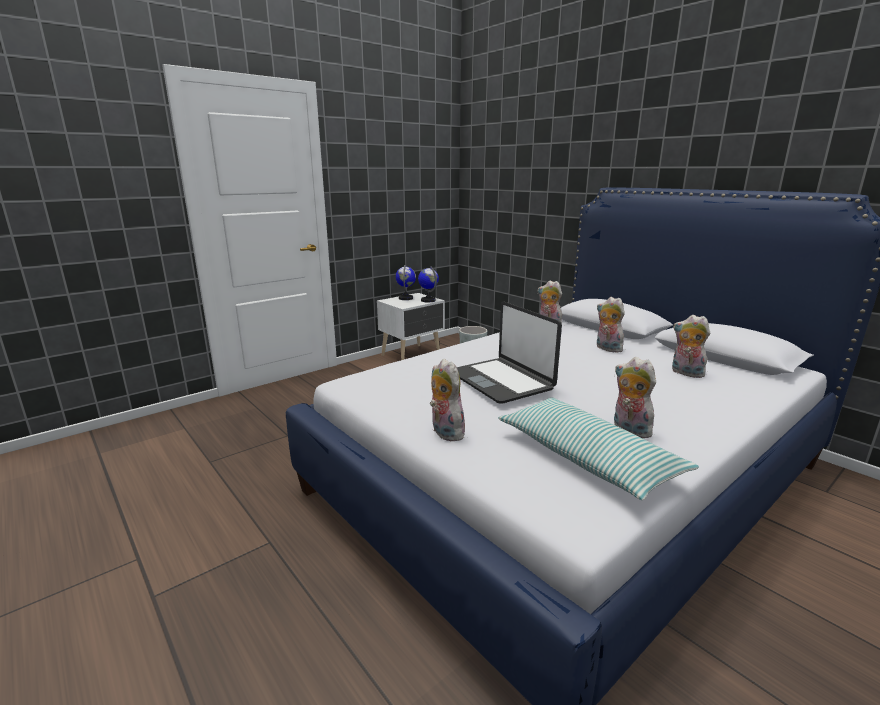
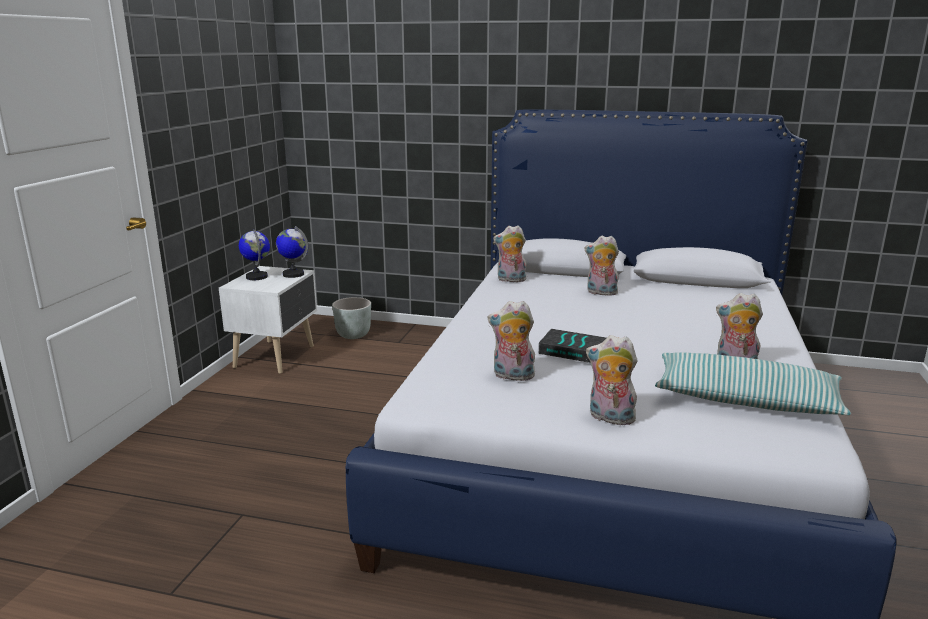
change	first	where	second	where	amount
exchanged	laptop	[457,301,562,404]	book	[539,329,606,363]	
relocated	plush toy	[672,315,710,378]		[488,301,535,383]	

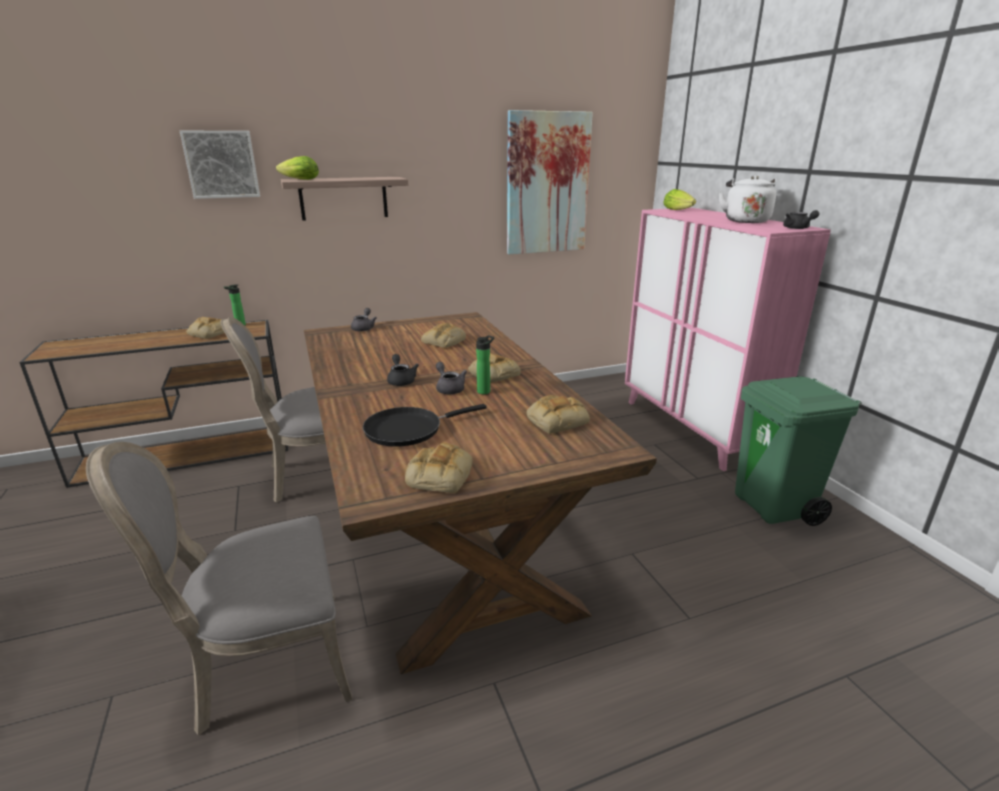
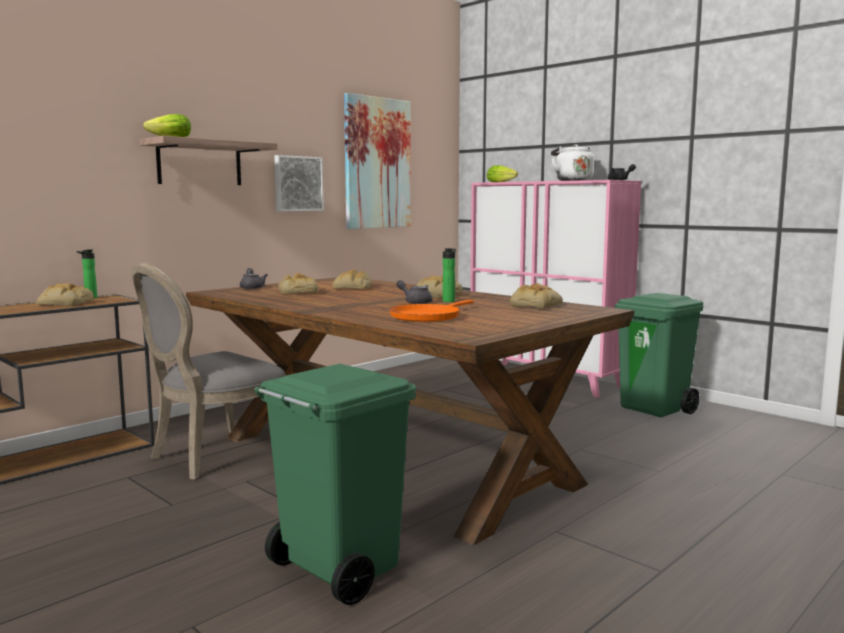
change	first	where	second	where	amount
exchanged	grey chair	[86,442,353,736]	green trash can	[255,364,416,605]	
relocated	picture	[180,131,260,199]		[274,155,324,211]	
colour	black frying pan	[363,404,487,447]	orange frying pan	[389,300,474,322]	
missing	black teapot	[387,354,419,386]			
relocated	bread	[405,443,473,493]		[278,273,319,295]	

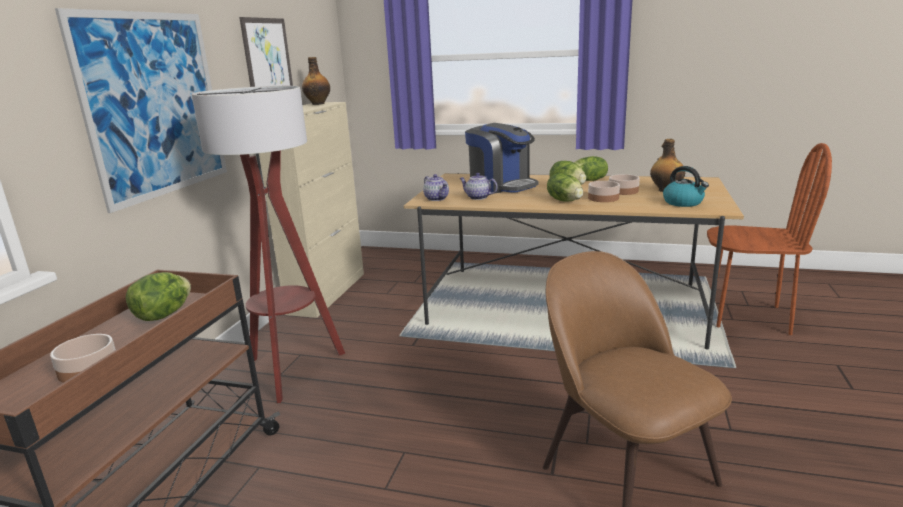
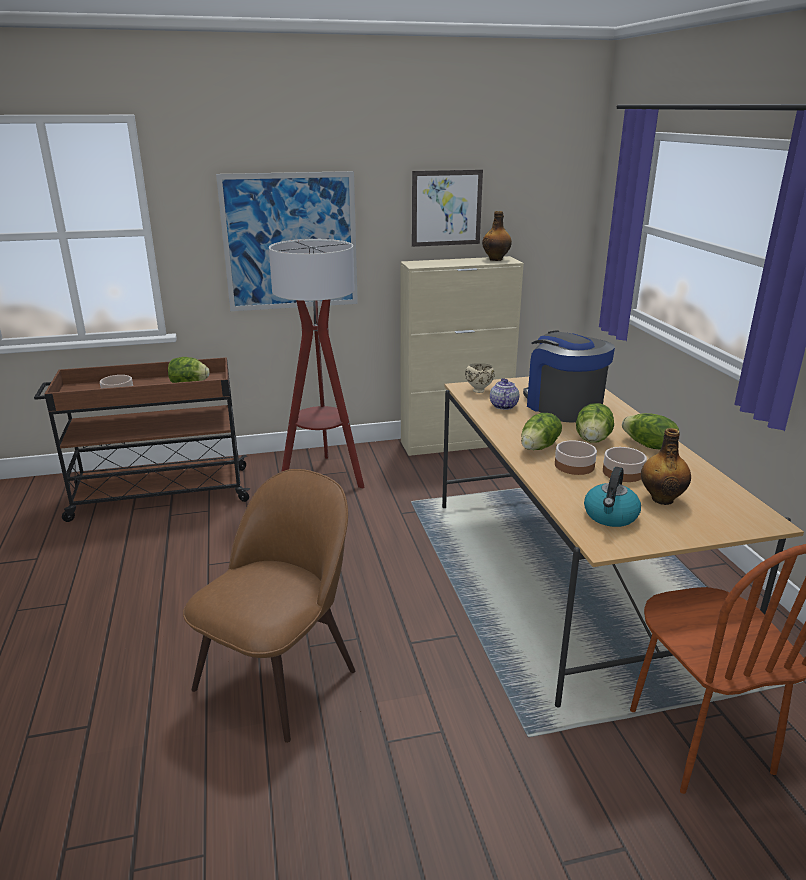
change	first	where	second	where	amount
exchanged	teapot	[423,174,449,201]	beige bowl	[465,363,495,393]	
spun	coffee machine	[465,123,539,193]		[523,330,615,422]	135 degrees clockwise

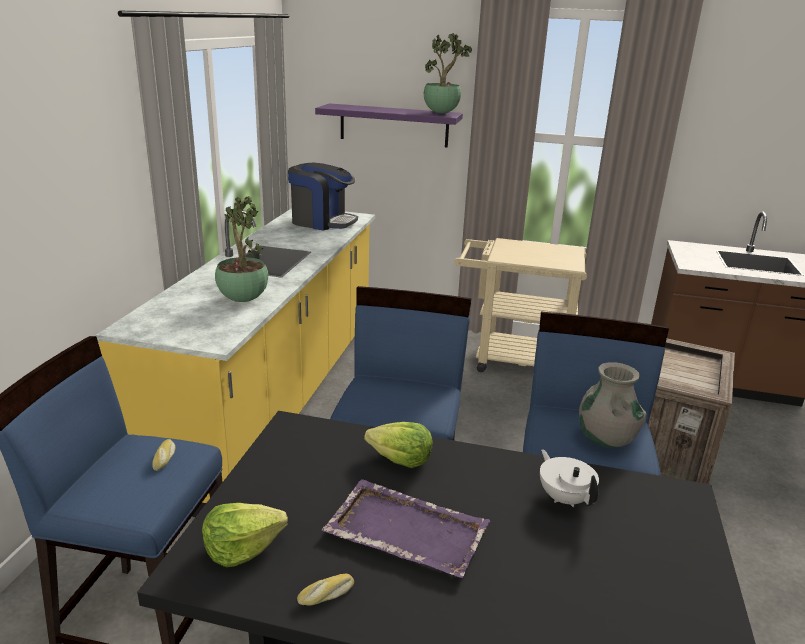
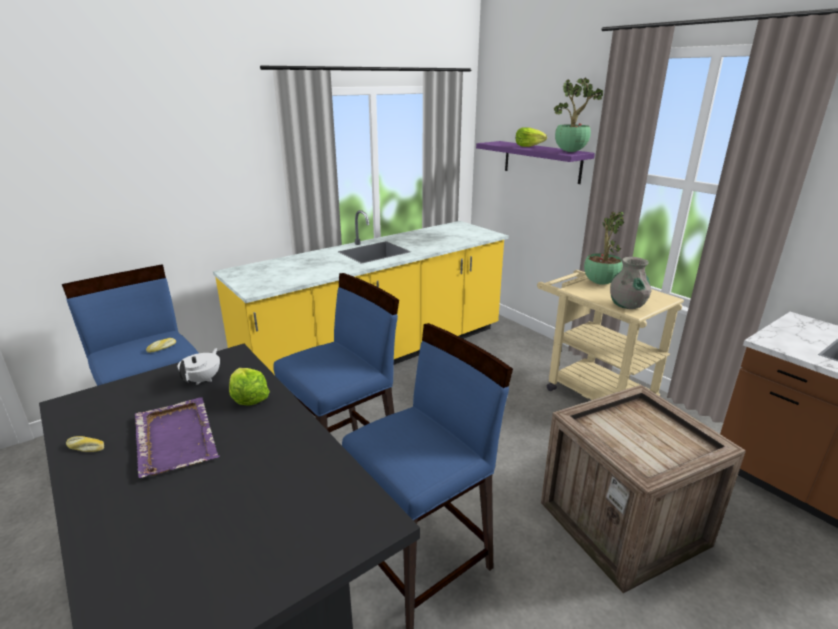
change	first	where	second	where	amount
relocated	lettuce	[202,503,288,567]		[516,127,547,147]	
relocated	potted plant	[215,196,268,302]		[584,211,624,285]	
missing	coffee machine	[288,162,358,231]			
relocated	white teapot	[540,449,599,507]		[178,348,220,385]	
relocated	grey vase	[579,362,647,448]		[610,257,652,309]	

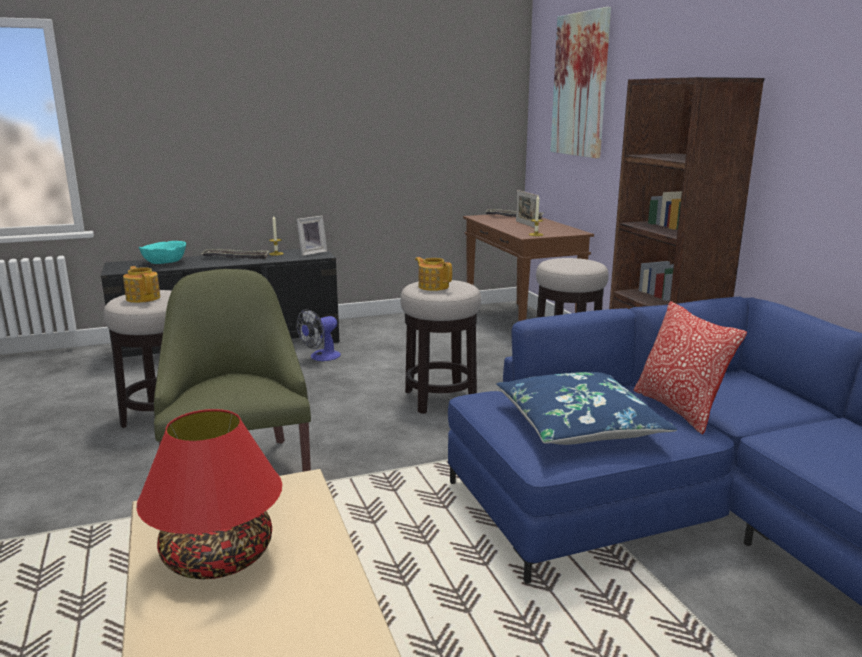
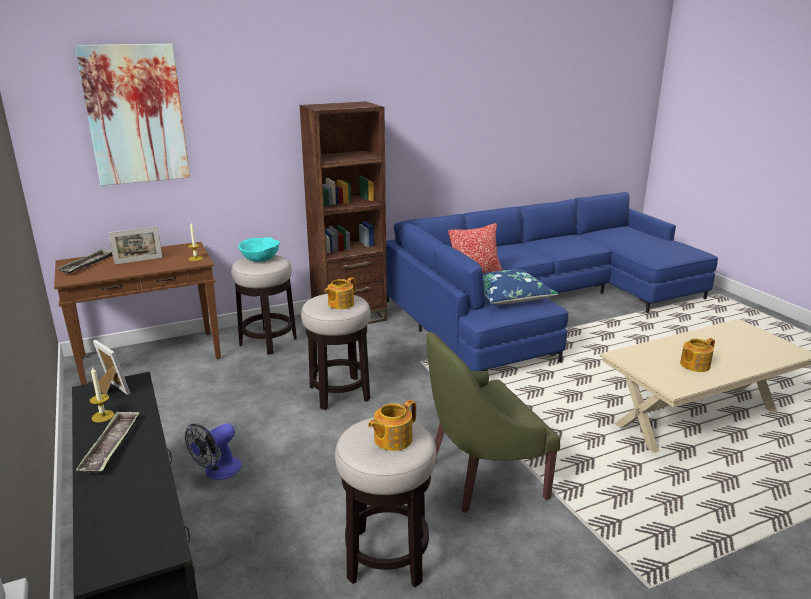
change	first	where	second	where	amount
exchanged	red table lamp	[136,409,282,579]	teapot	[680,338,715,372]	
relocated	turquoise bowl	[139,241,186,264]		[239,237,280,262]	
spun	fan	[296,309,341,361]		[185,423,241,480]	90 degrees clockwise

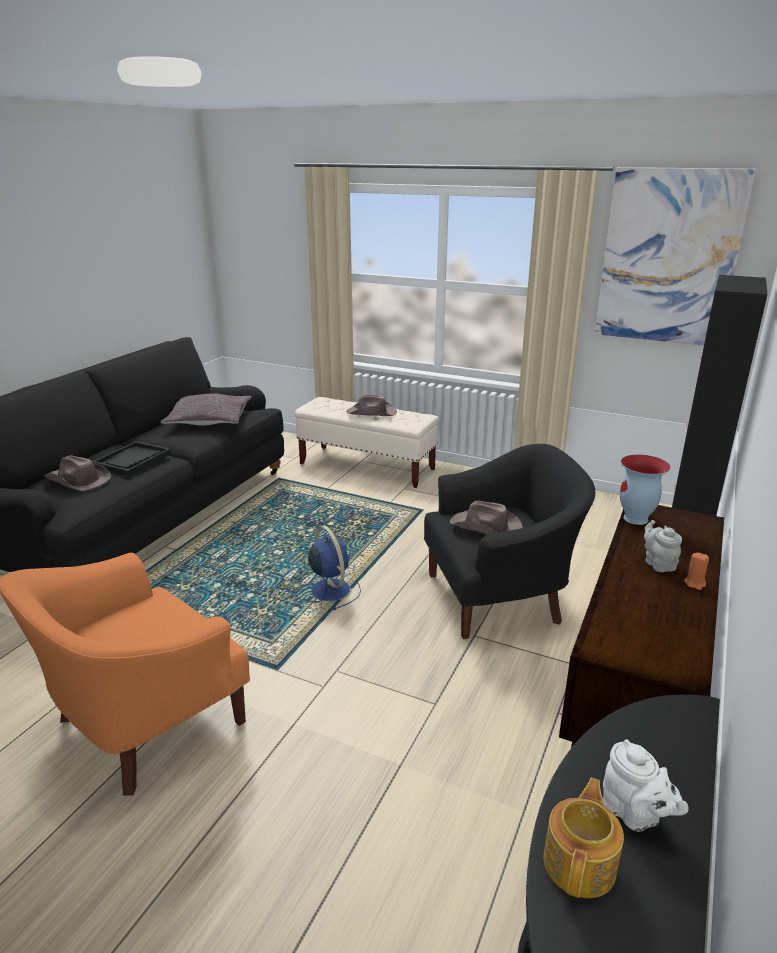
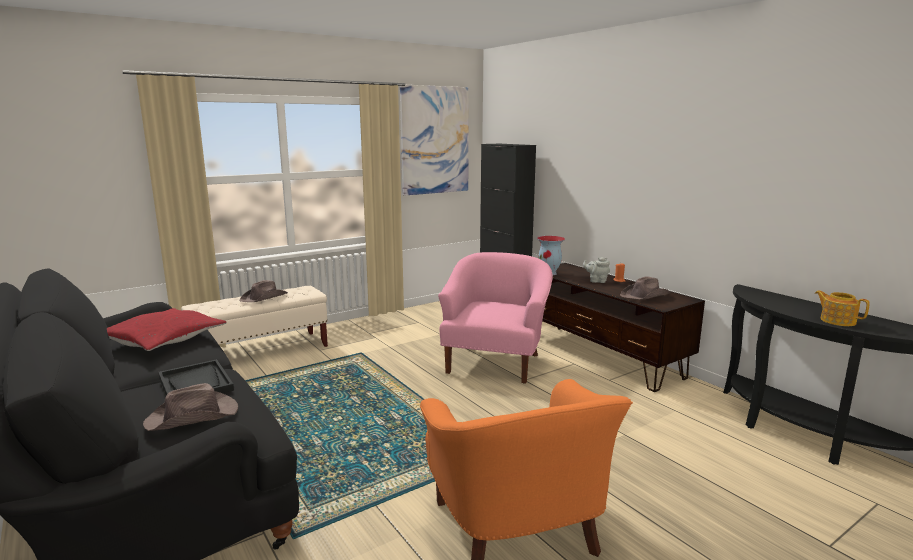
change	first	where	second	where	amount
colour	grey pillow	[161,393,251,426]	red pillow	[107,308,226,351]	
missing	blue fan	[303,526,361,610]			
colour	black armchair	[424,444,595,639]	pink armchair	[438,252,553,383]	
relocated	brown hat	[450,501,523,535]		[620,276,671,300]	
missing	white teapot	[603,739,688,832]			

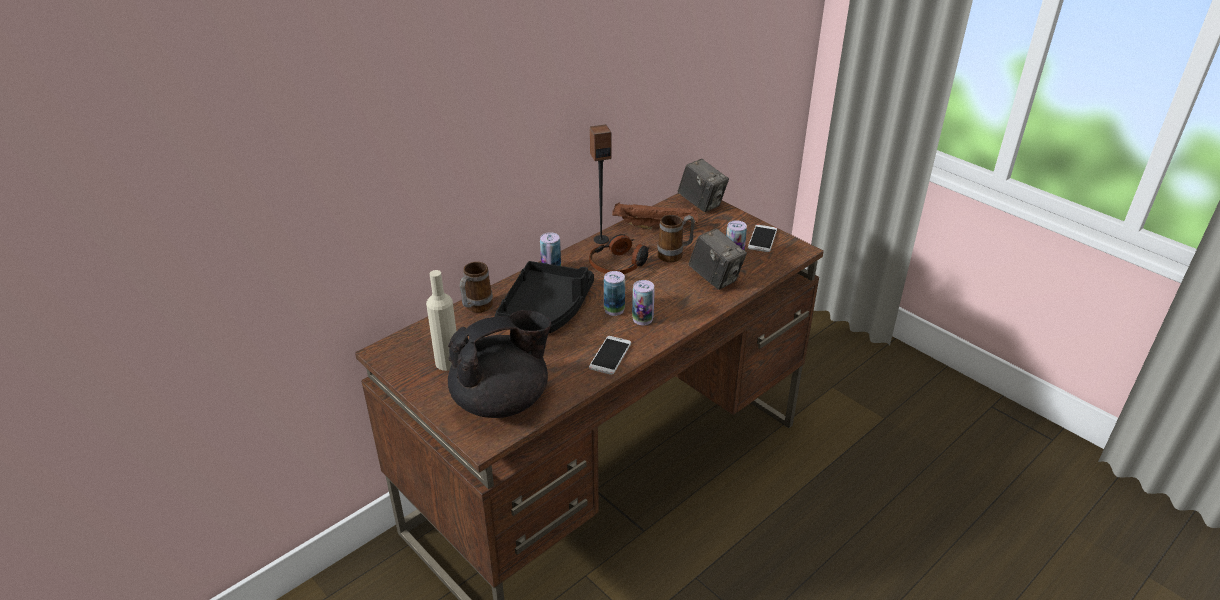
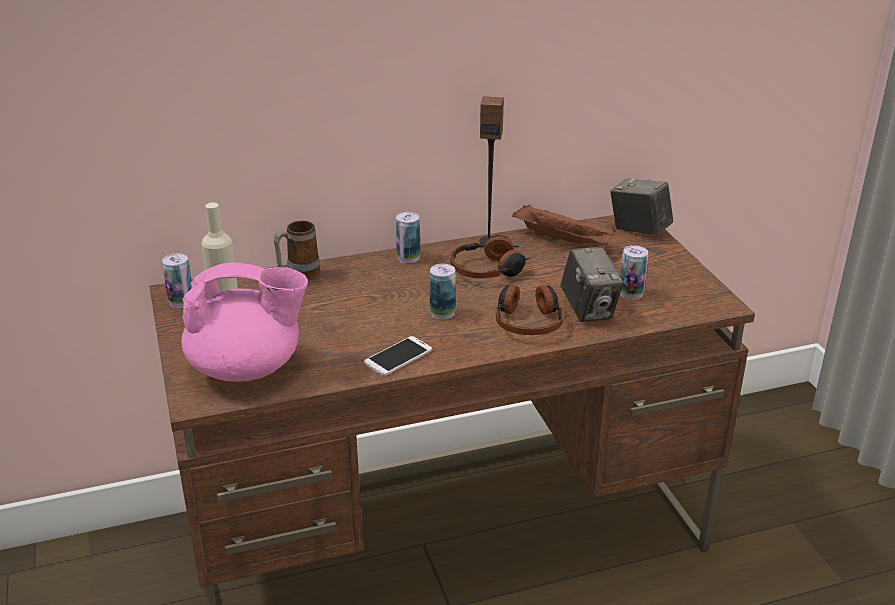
change	first	where	second	where	amount
colour	black teapot	[448,310,551,418]	pink teapot	[181,262,308,382]	
missing	black tray	[495,261,594,333]			
relocated	can	[632,280,655,325]		[162,253,192,308]	
missing	mug	[657,215,695,263]			
spun	photo camera	[678,159,729,212]		[610,178,673,235]	150 degrees clockwise
missing	phone	[748,225,777,252]			
appeared			headphones	[496,285,563,335]	

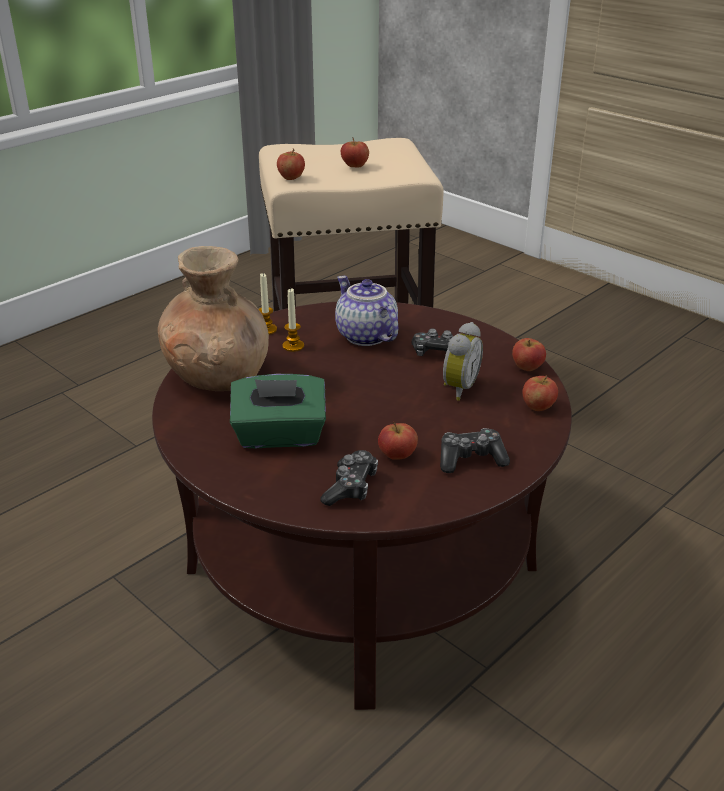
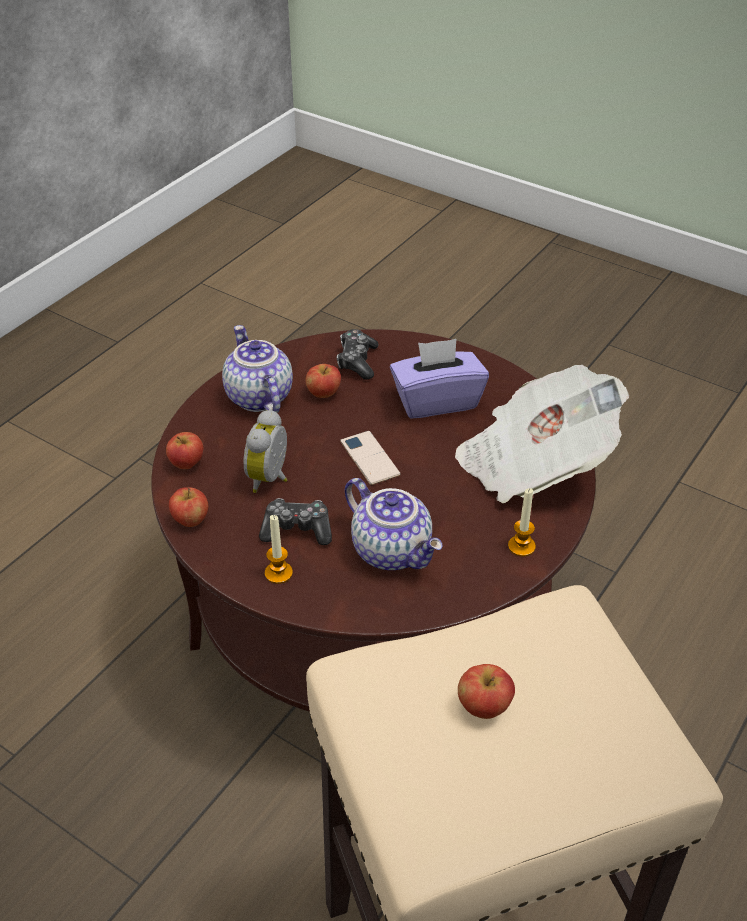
change	first	where	second	where	amount
exchanged	brown vase	[158,246,269,391]	newspaper	[455,365,629,503]	
colour	green tissue box	[230,374,326,448]	purple tissue box	[390,339,489,419]	
missing	apple	[277,149,305,180]			
relocated	candle	[283,288,304,352]		[265,515,293,584]	
exchanged	game controller	[440,428,510,473]	teapot	[222,325,293,413]	
appeared			phone	[340,431,401,485]	

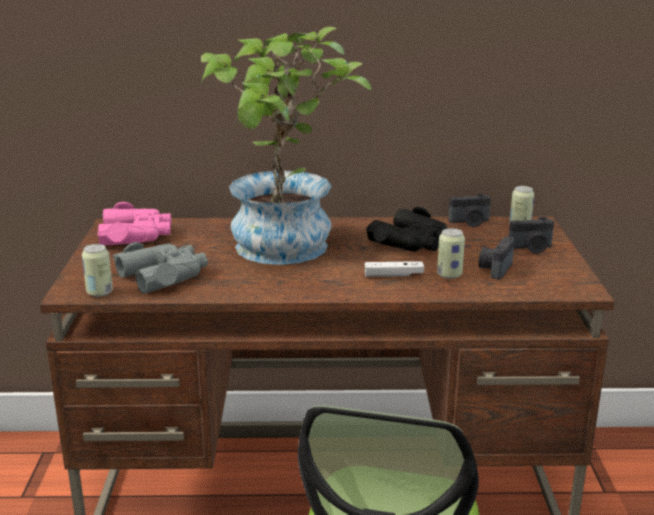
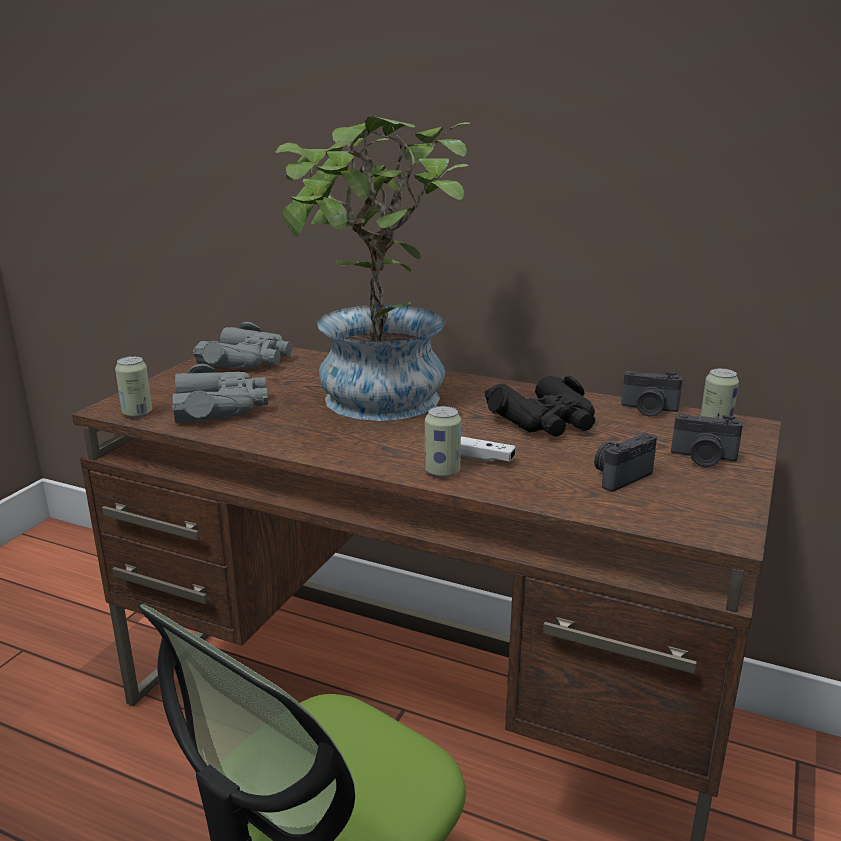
change	first	where	second	where	amount
colour	pink binoculars	[97,202,171,245]	grey binoculars	[193,322,293,369]	
relocated	can	[437,228,465,279]		[425,406,461,477]	

